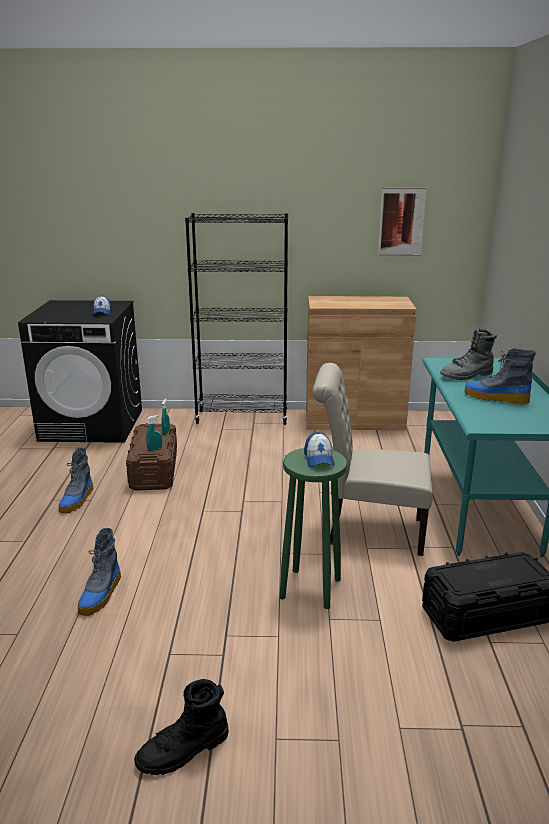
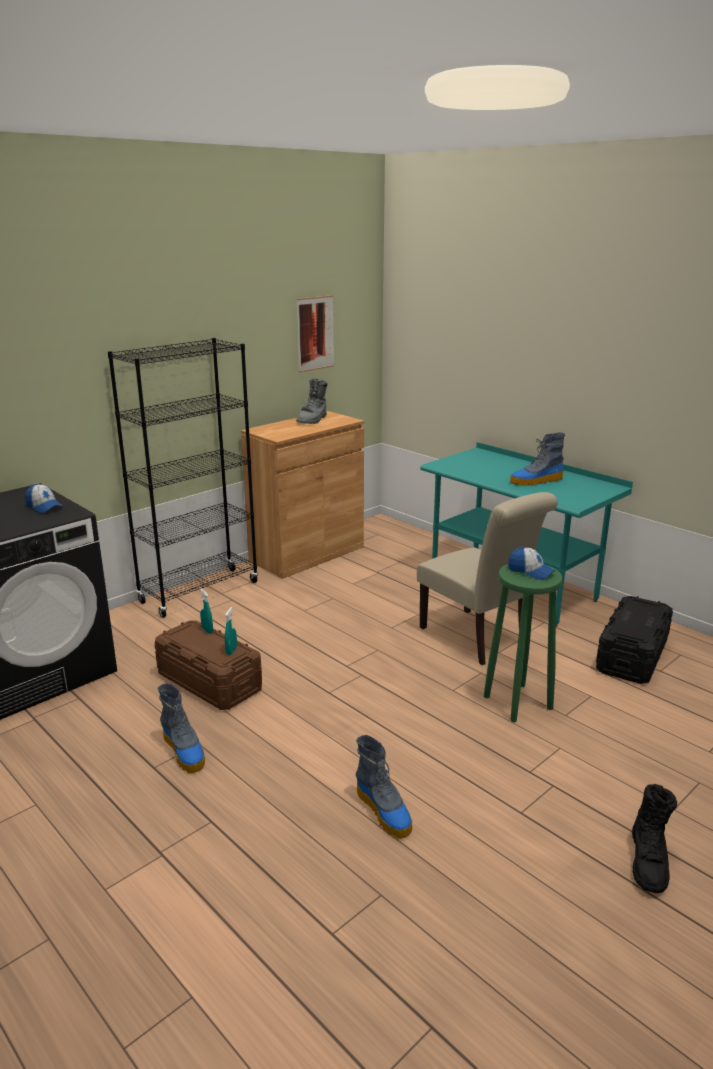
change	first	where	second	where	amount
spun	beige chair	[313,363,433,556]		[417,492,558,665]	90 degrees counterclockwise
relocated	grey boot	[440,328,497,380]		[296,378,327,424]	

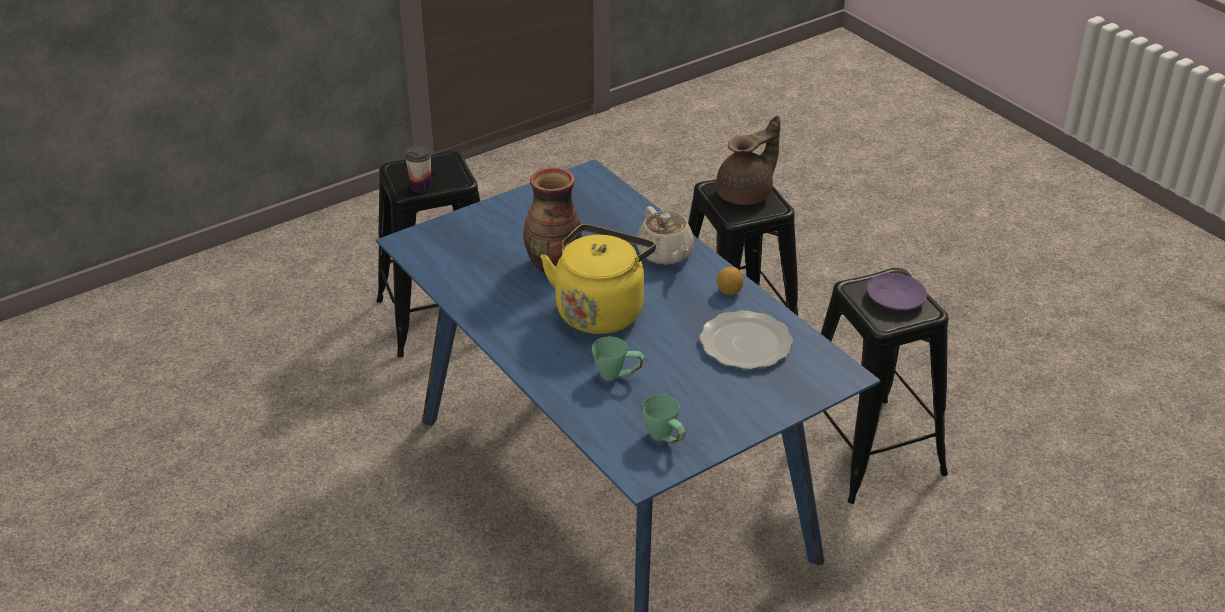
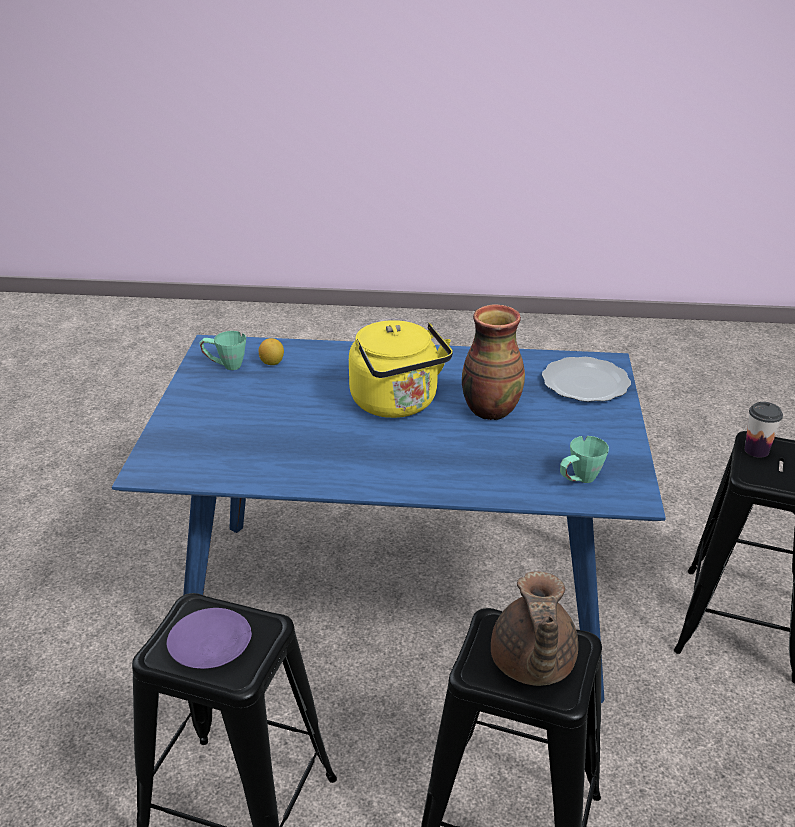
change	first	where	second	where	amount
relocated	green mug	[592,337,644,381]		[560,436,609,483]	
missing	beige teapot	[636,206,695,265]			
relocated	plate	[700,310,793,369]		[542,357,631,402]	
relocated	lemon	[717,267,743,295]		[259,338,284,365]	

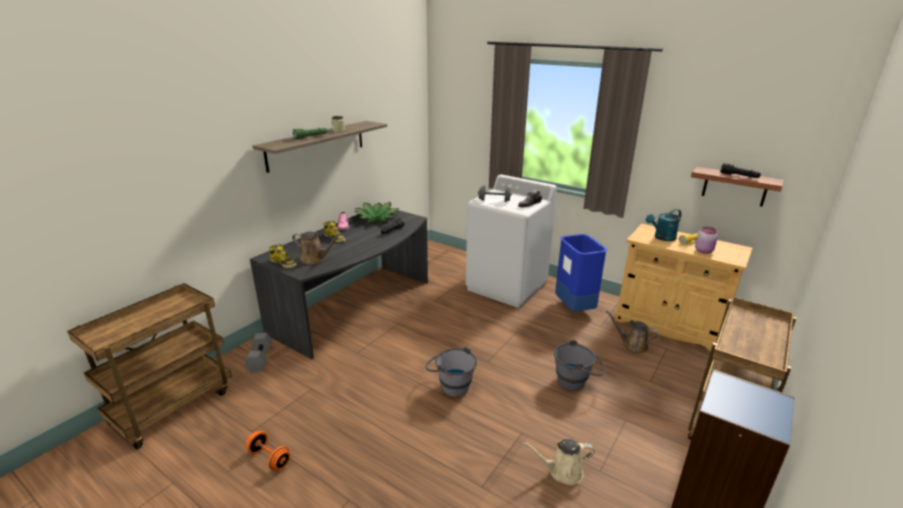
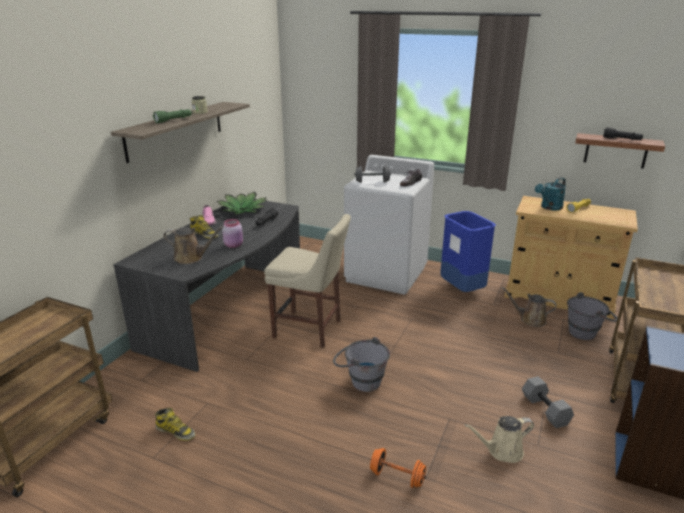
change	first	where	second	where	amount
relocated	grey dumbbell	[244,333,272,372]		[522,376,574,428]	
relocated	orange dumbbell	[246,431,291,470]		[370,448,426,488]	
relocated	boot	[269,244,297,268]		[155,408,196,441]	
relocated	grey bucket	[554,340,606,391]		[567,292,617,340]	
relocated	pink jar	[695,227,718,254]		[222,219,243,248]	
appeared			beige chair	[264,214,351,348]	

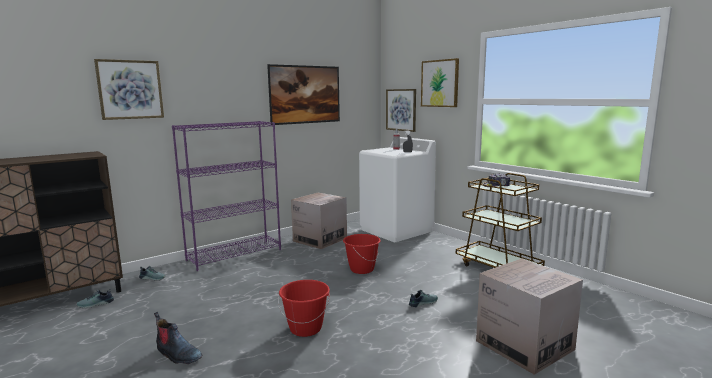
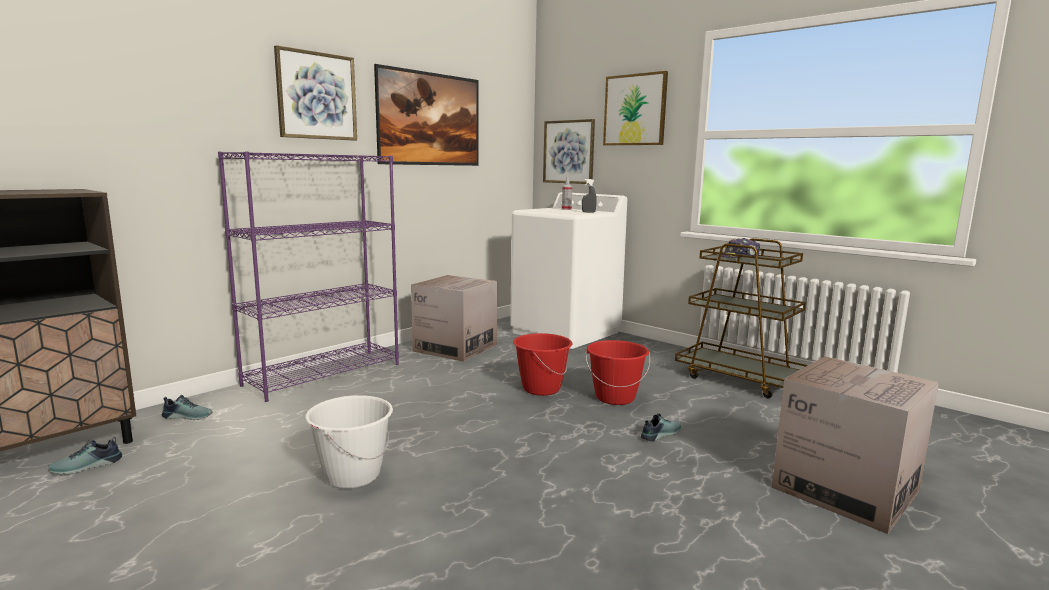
change	first	where	second	where	amount
relocated	picture	[94,59,164,120]		[274,45,357,141]	
missing	boot	[154,312,202,364]			
relocated	red bucket	[278,280,330,337]		[586,340,650,405]	
appeared			white bucket	[305,395,393,489]	

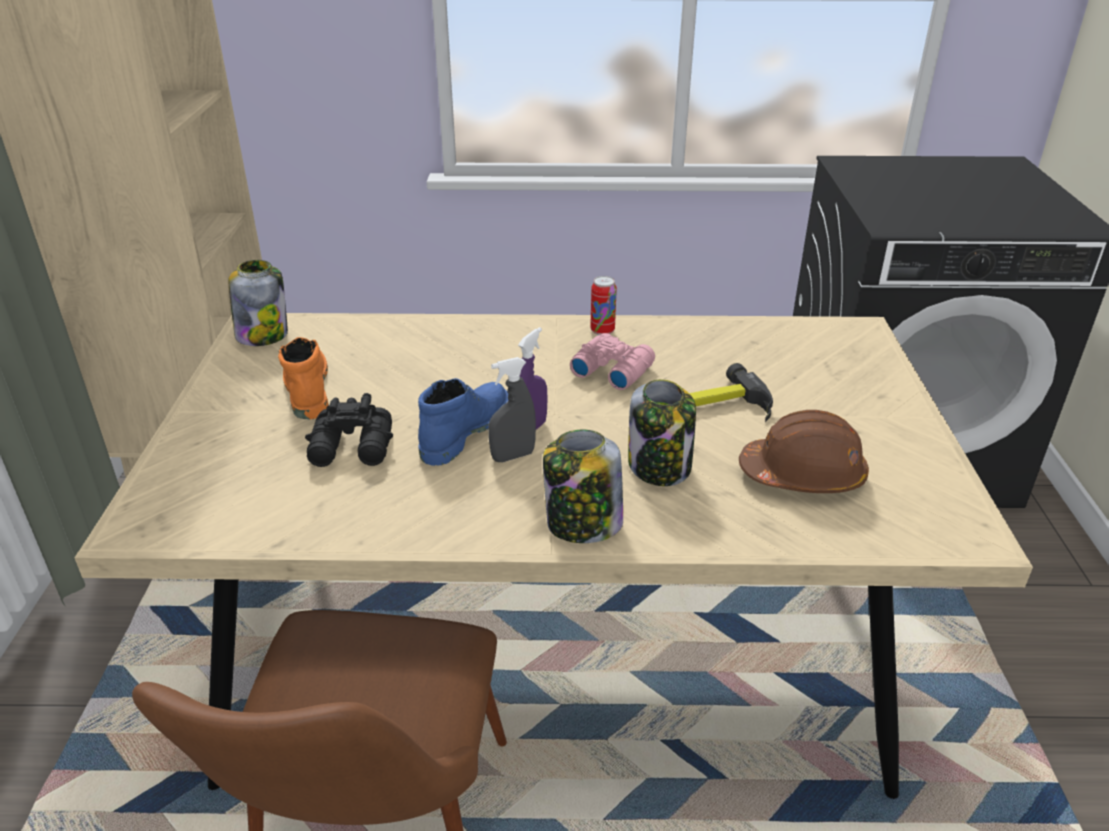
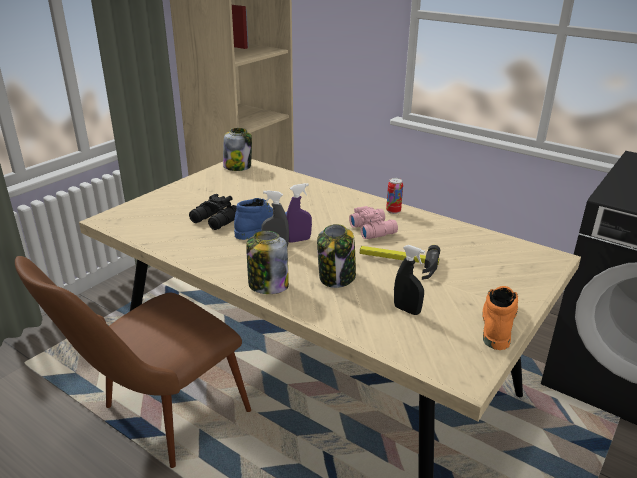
change	first	where	second	where	amount
relocated	orange boot	[278,337,329,419]		[482,286,518,350]	
exchanged	brown hard hat	[739,410,869,493]	black spray bottle	[394,245,425,315]	

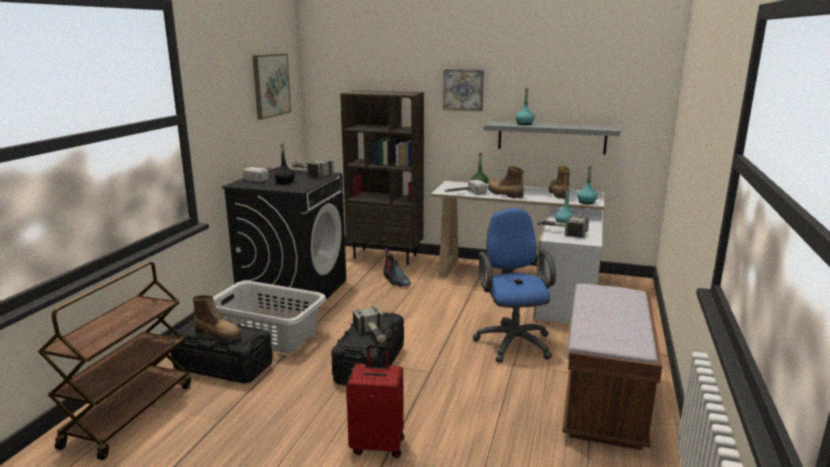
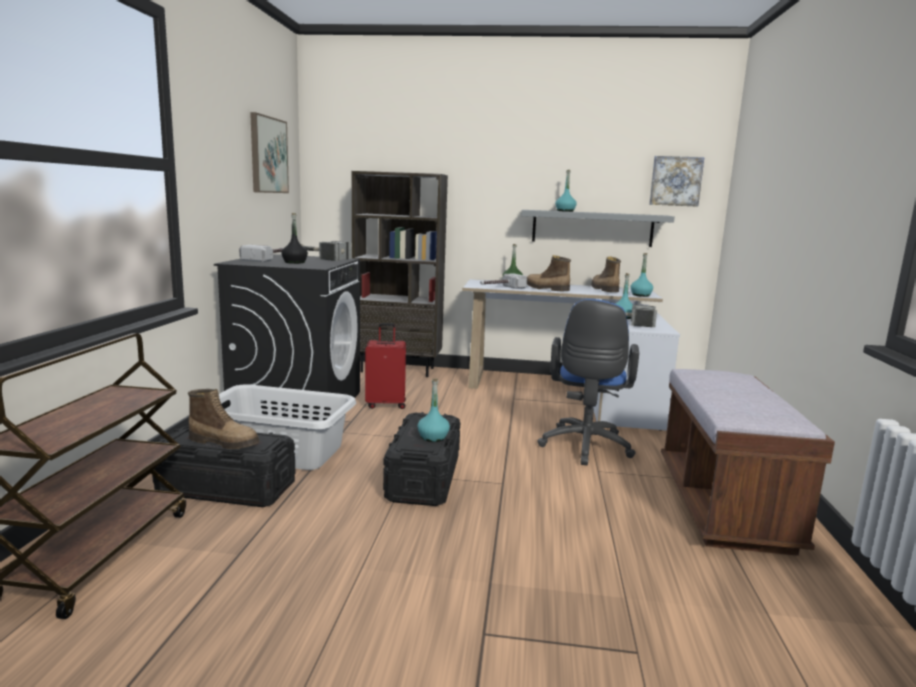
change	first	where	second	where	amount
relocated	red suitcase	[346,344,404,458]		[365,323,406,409]	
exchanged	hammer	[353,306,386,343]	turquoise bottle	[417,378,450,442]	
missing	boot	[384,247,411,287]			
relocated	picture	[443,69,484,111]		[649,156,704,207]	
spun	blue office chair	[473,208,556,363]		[538,299,639,465]	150 degrees counterclockwise

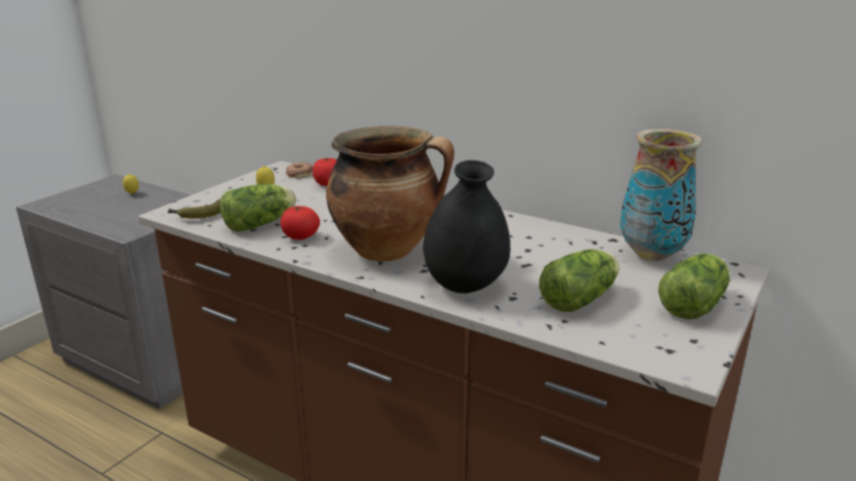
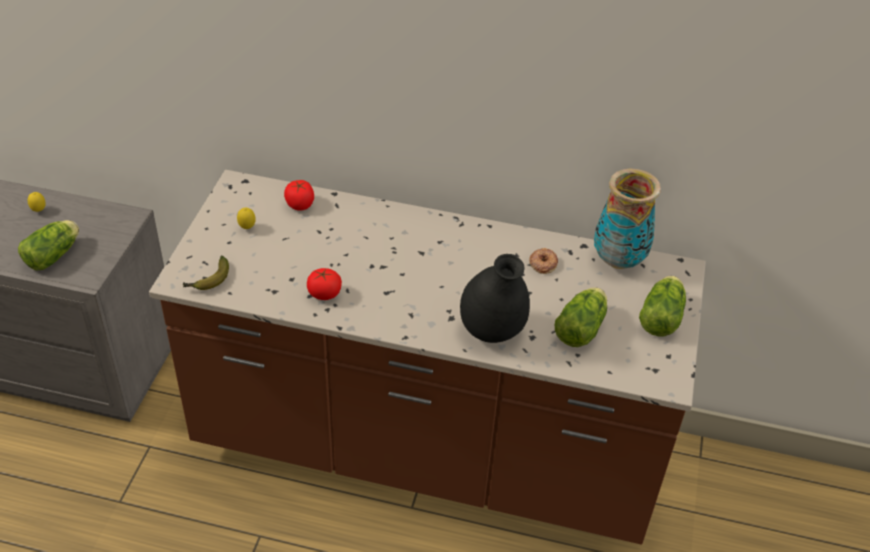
change	first	where	second	where	amount
relocated	lettuce	[220,184,296,232]		[18,220,79,270]	
relocated	donut	[286,162,313,178]		[529,248,558,274]	
missing	cooking pot	[326,126,454,262]			

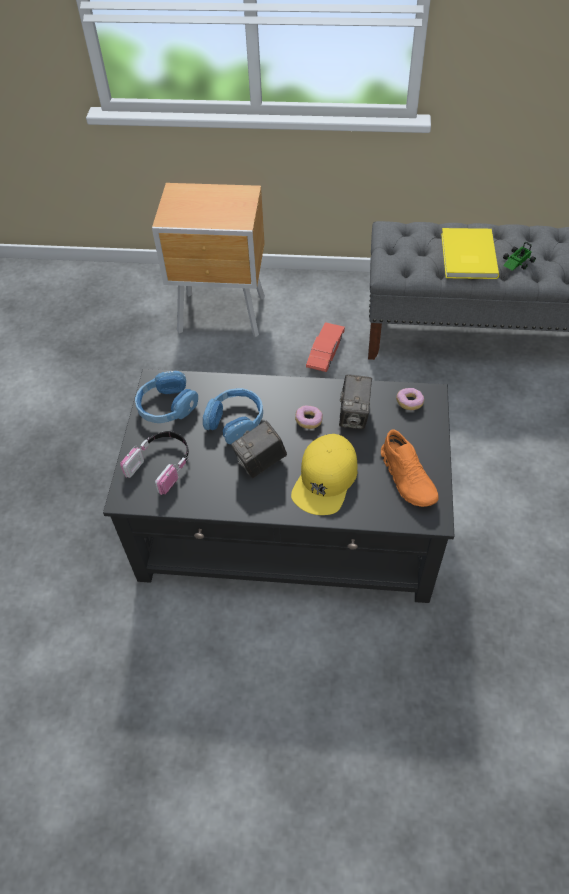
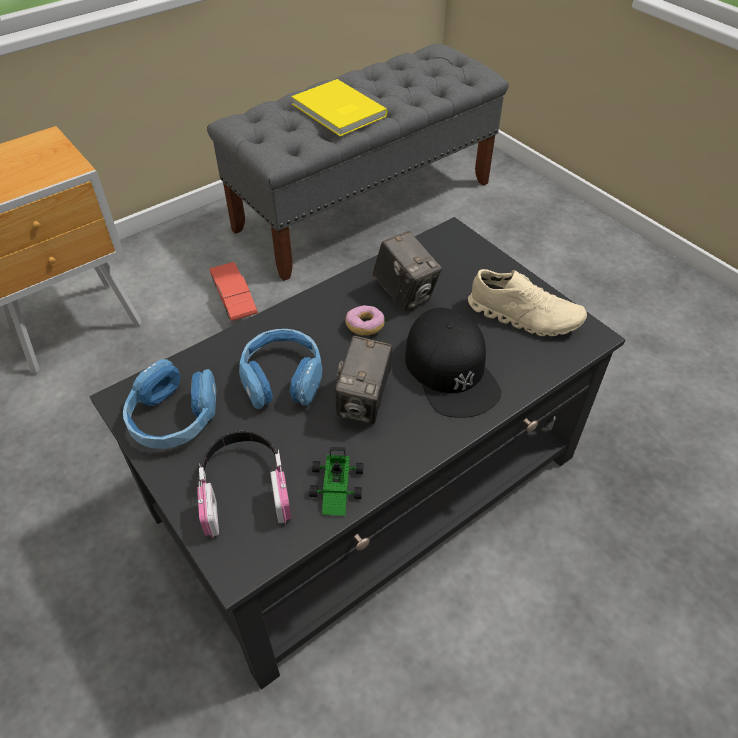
change	first	where	second	where	amount
colour	yellow cap	[291,434,357,515]	black cap	[405,308,501,418]	
colour	orange shoe	[381,429,439,507]	beige shoe	[468,269,587,336]	
missing	donut	[396,388,424,410]			
relocated	toy car	[503,242,536,271]		[309,447,363,516]	

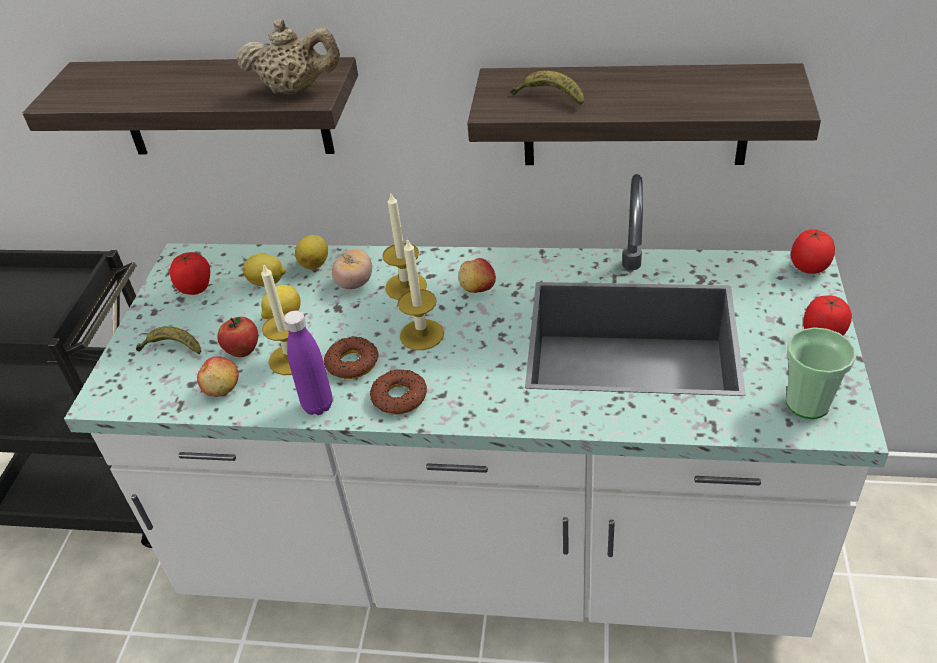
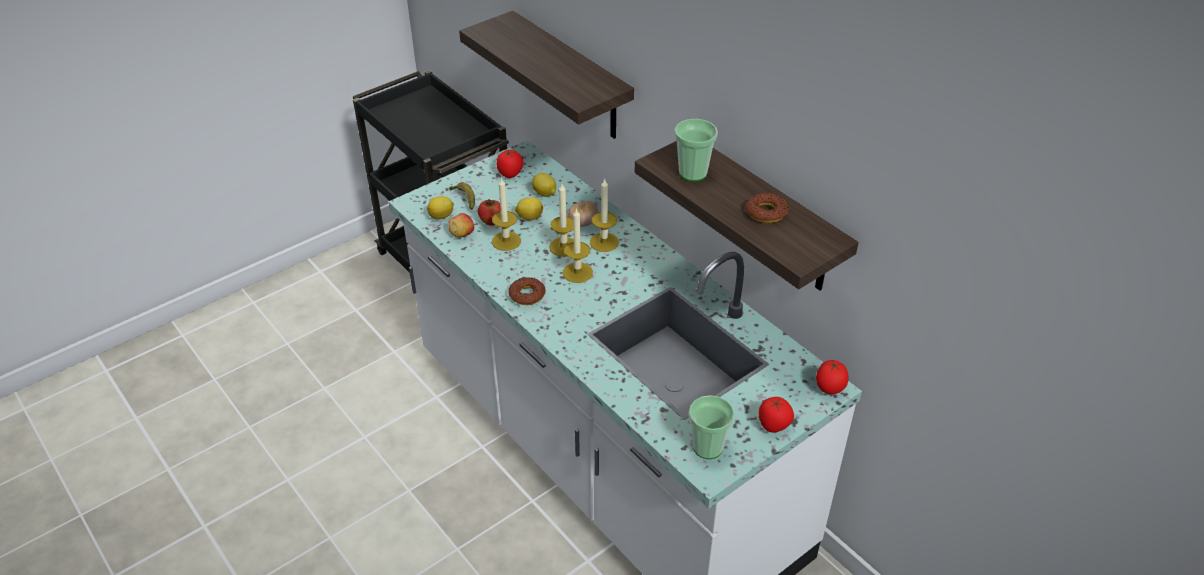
change	first	where	second	where	amount
missing	beige teapot	[236,19,340,94]			
missing	purple bottle	[284,310,333,415]			
relocated	lemon	[295,235,328,270]		[427,196,454,220]	
relocated	donut	[324,337,379,379]		[746,193,788,223]	
missing	apple	[459,258,496,293]			
exchanged	banana	[511,71,584,105]	cup	[674,119,718,182]	
appeared			candle	[549,184,574,257]	

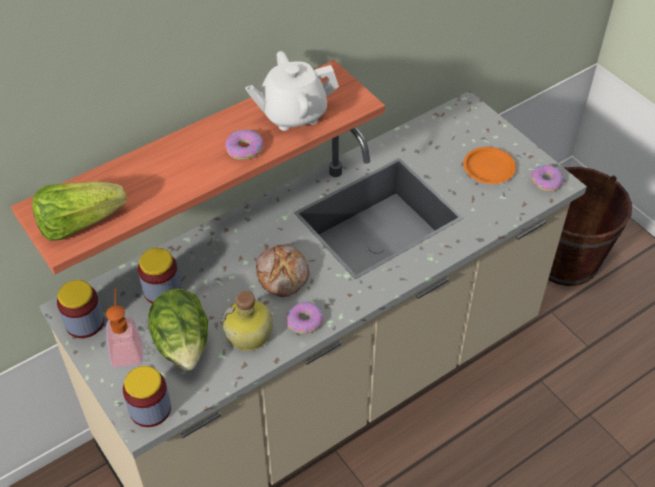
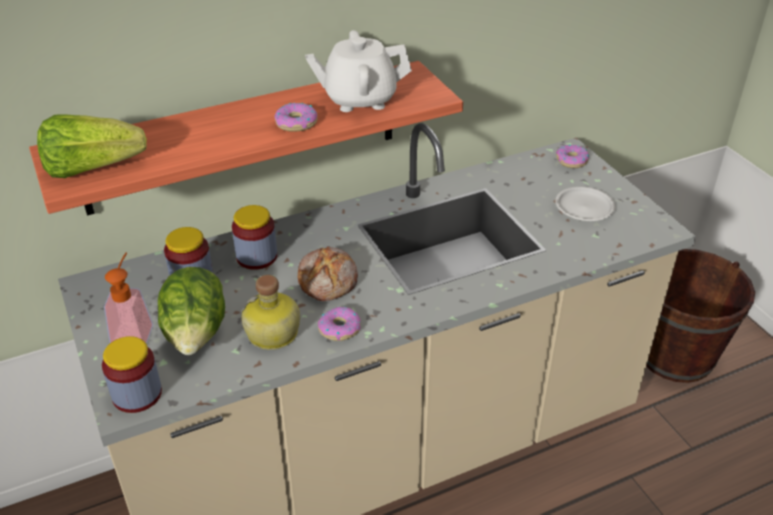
change	first	where	second	where	amount
relocated	jar	[57,280,104,338]		[232,205,277,270]	
colour	orange plate	[463,147,516,184]	white plate	[555,186,615,221]	
relocated	donut	[531,165,564,192]		[556,144,589,168]	

